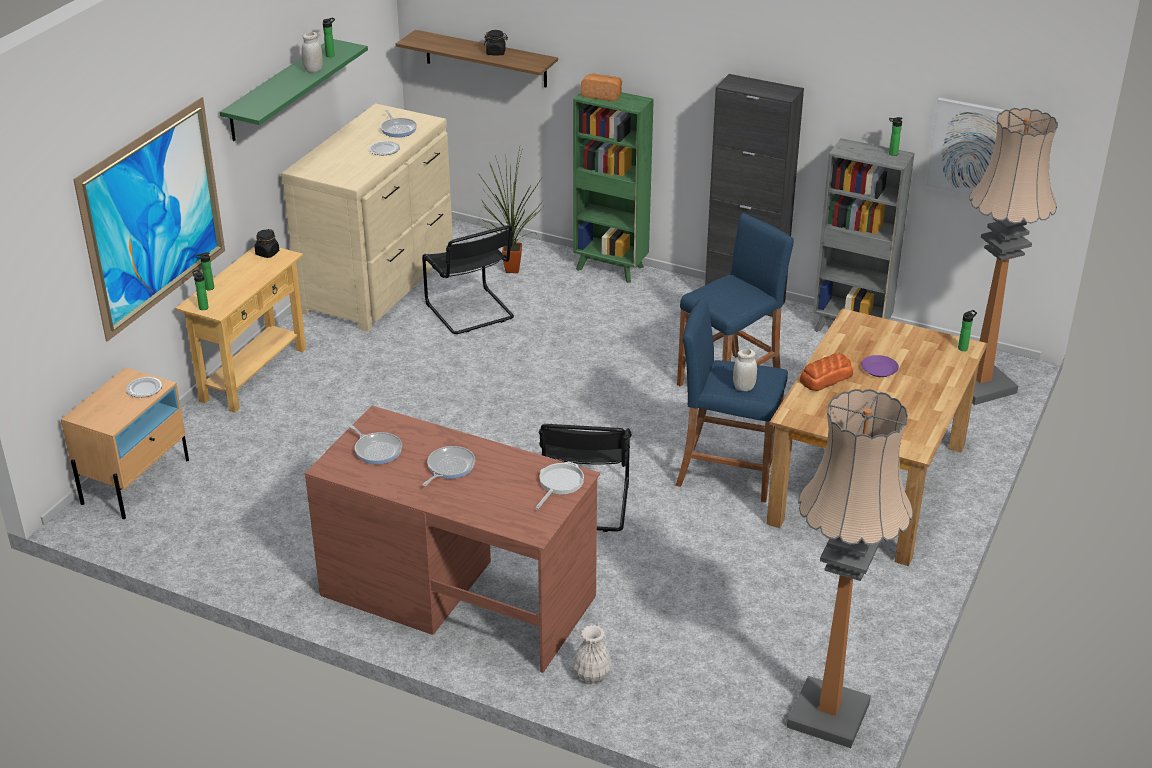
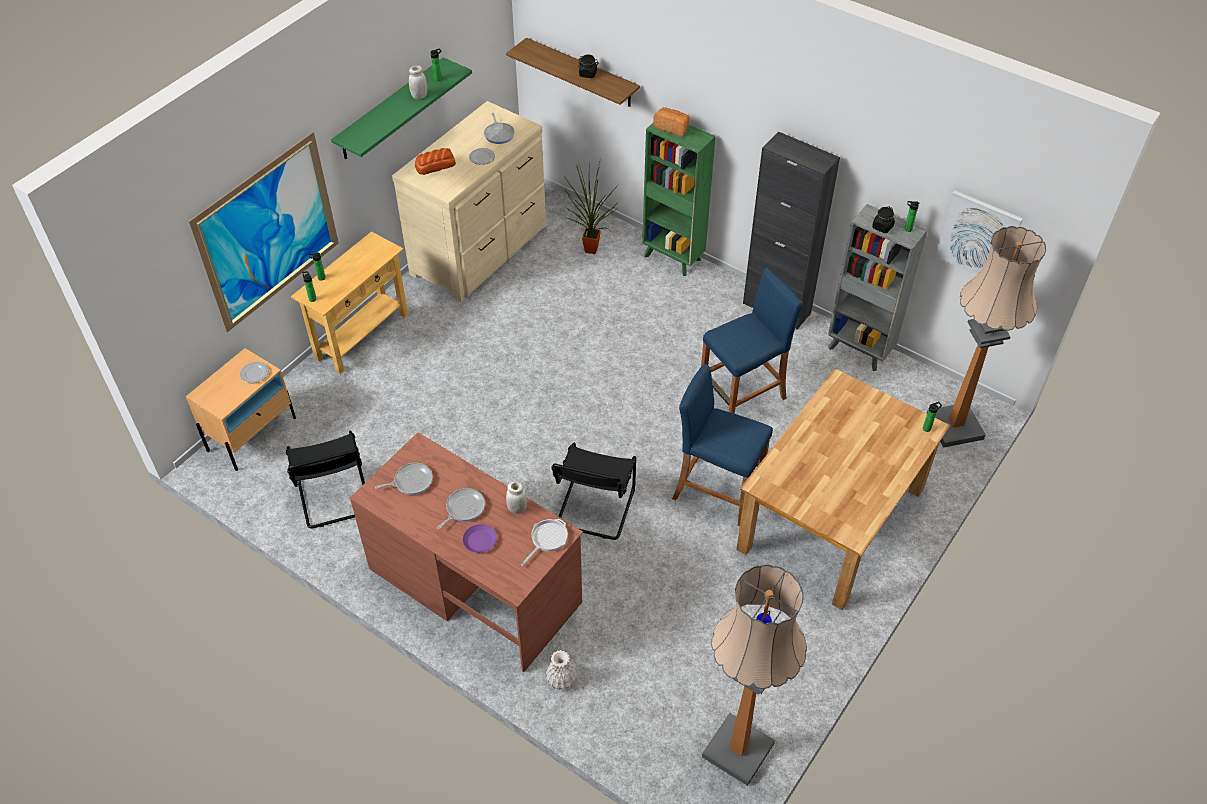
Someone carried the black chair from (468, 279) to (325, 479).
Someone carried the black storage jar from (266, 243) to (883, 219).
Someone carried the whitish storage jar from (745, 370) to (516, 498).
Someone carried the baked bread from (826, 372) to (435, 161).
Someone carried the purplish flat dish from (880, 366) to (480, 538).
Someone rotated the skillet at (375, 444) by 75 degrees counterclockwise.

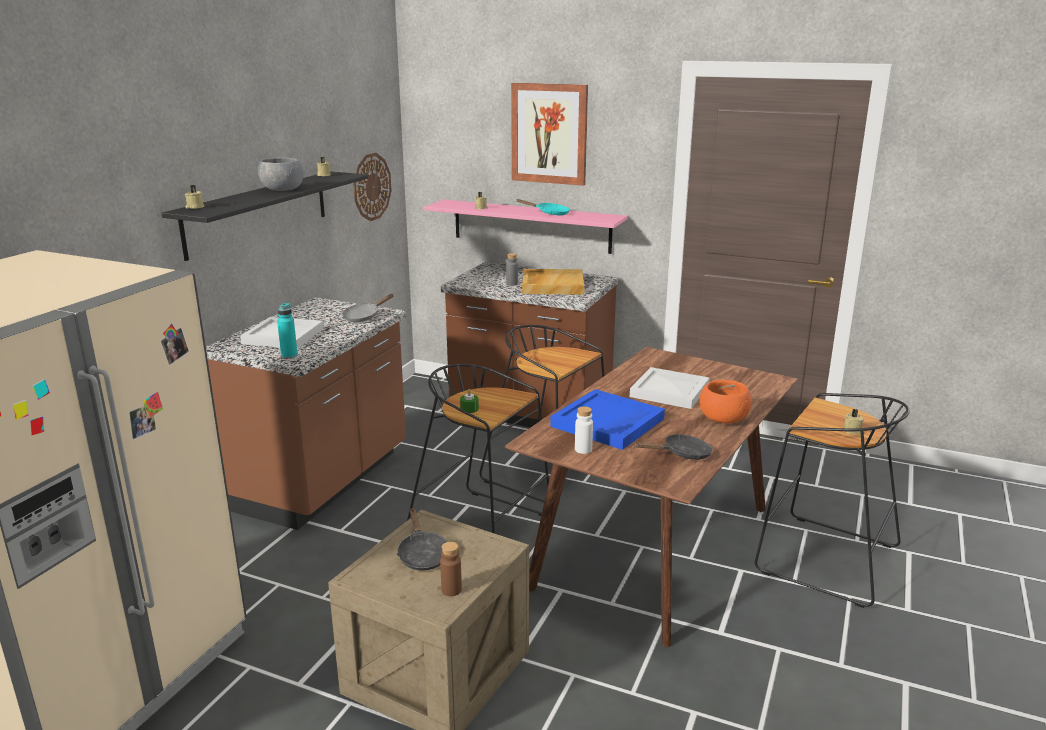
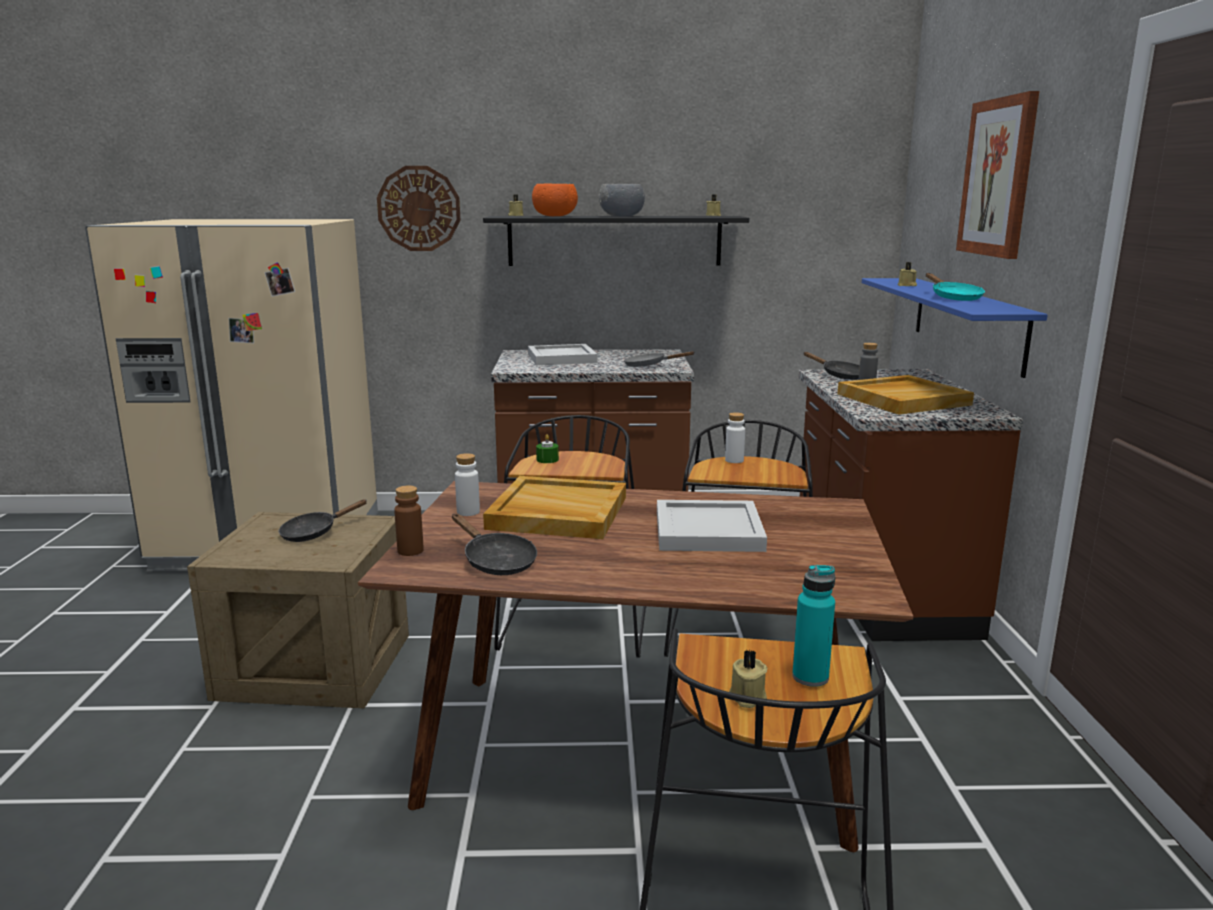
Someone carried the hanging clock from (372, 187) to (418, 208).
Someone repainted the pink-coloured shelf at (525, 227), which became the blue-coloured shelf at (955, 328).
Someone carried the turquoise-coloured bottle from (287, 331) to (813, 626).
Someone carried the orange-coloured serving bowl from (725, 401) to (555, 200).
Someone repainted the blue-coloured tray at (607, 419), which became the beige-coloured tray at (554, 507).
Someone carried the brown-coloured bottle from (451, 569) to (409, 520).
Someone put down the black skillet at (831, 366).
Someone put down the whitish bottle at (735, 437).

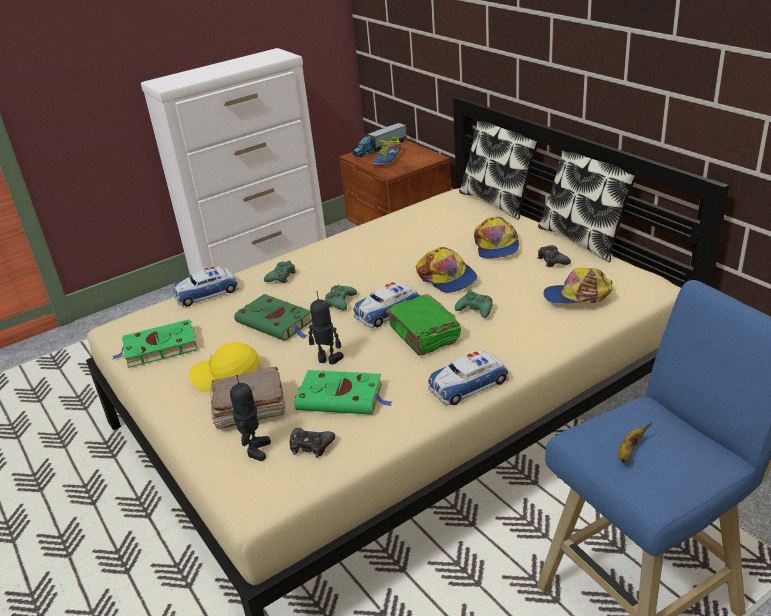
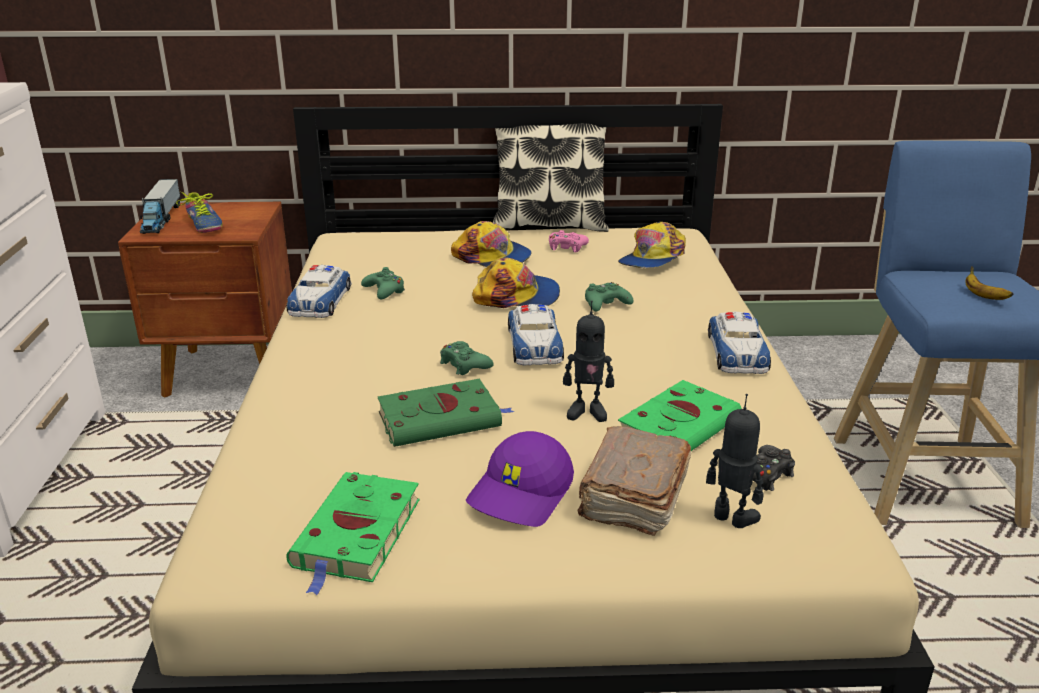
Someone took away the cushion at (499, 170).
Someone repainted the black joypad at (554, 256), which became the pink-coloured joypad at (569, 241).
Someone carried the green-coloured joypad from (280, 272) to (383, 283).
Someone carried the miniature car from (205, 287) to (319, 291).
Someone rotated the robot figure at (326, 328) by 135 degrees counterclockwise.
Someone took away the green-coloured volume at (423, 324).
Someone repainted the yellow peaked cap at (224, 367), which became the purplish peaked cap at (520, 479).

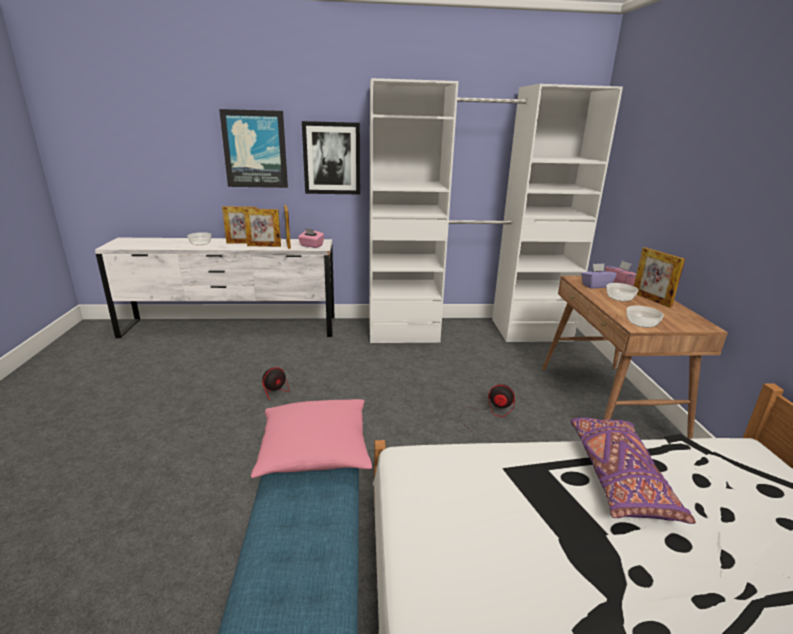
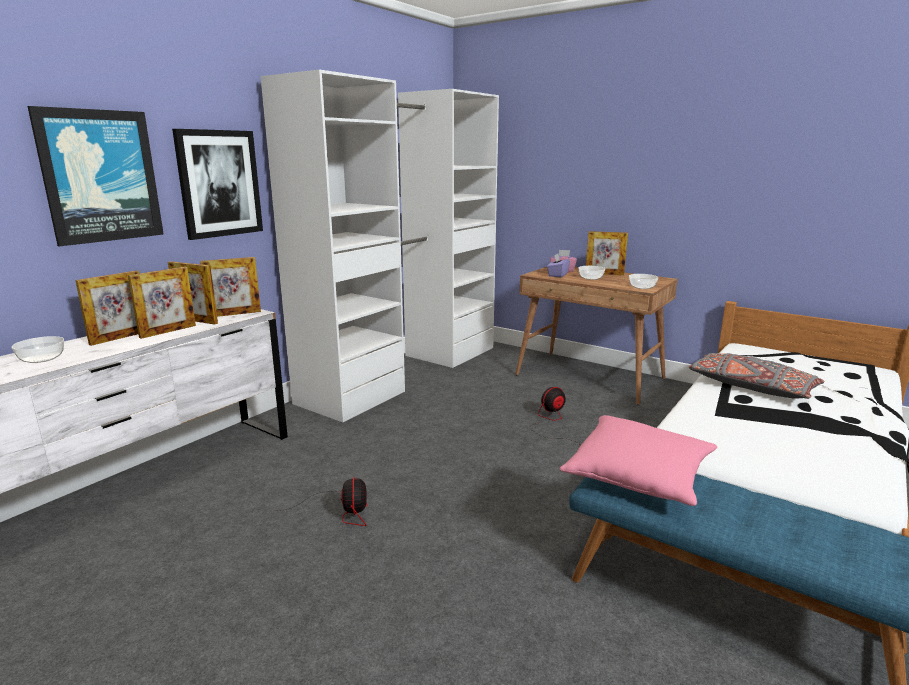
Someone swapped the pink-coloured tissue box at (311, 238) for the picture frame at (230, 287).
Someone repainted the purplish cushion at (633, 471), which became the grey cushion at (757, 376).

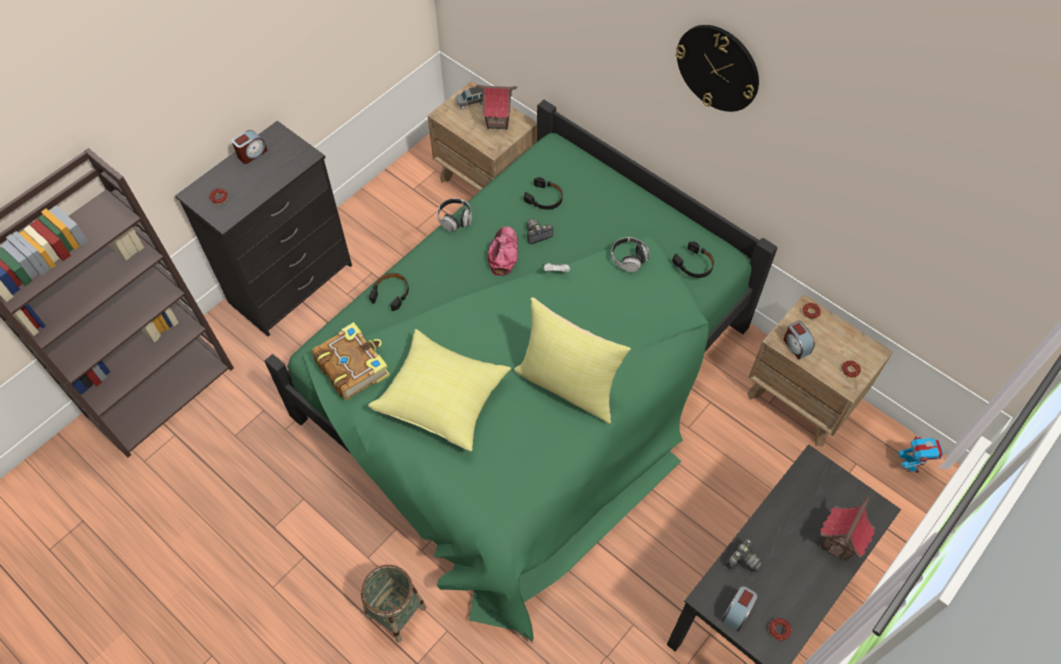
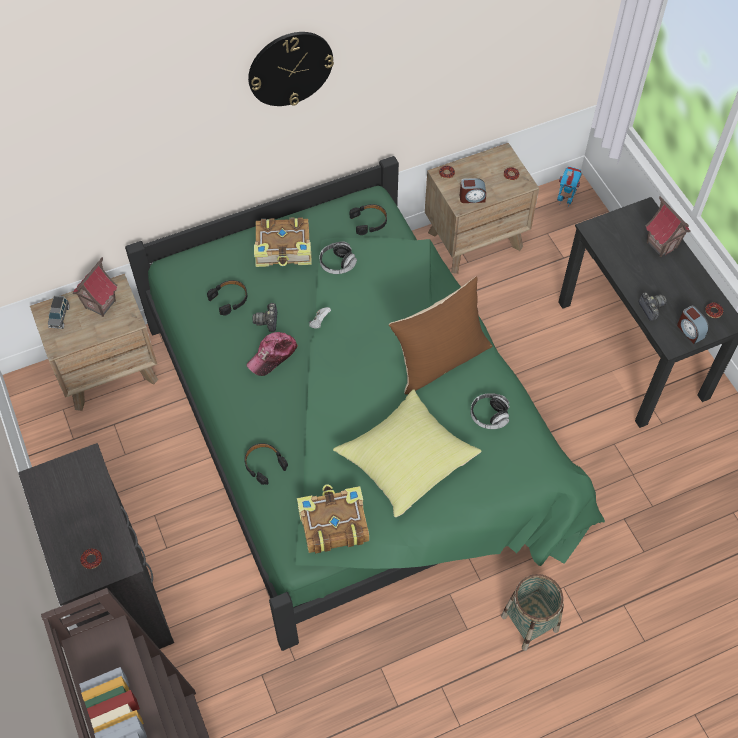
Someone took away the bedside clock at (250, 147).
Someone carried the headset from (454, 215) to (489, 411).
Someone rotated the peaked cap at (503, 251) by 75 degrees counterclockwise.
Someone repainted the yellow cushion at (572, 361), which became the brown-coloured cushion at (440, 335).
Someone put down the volume at (283, 242).

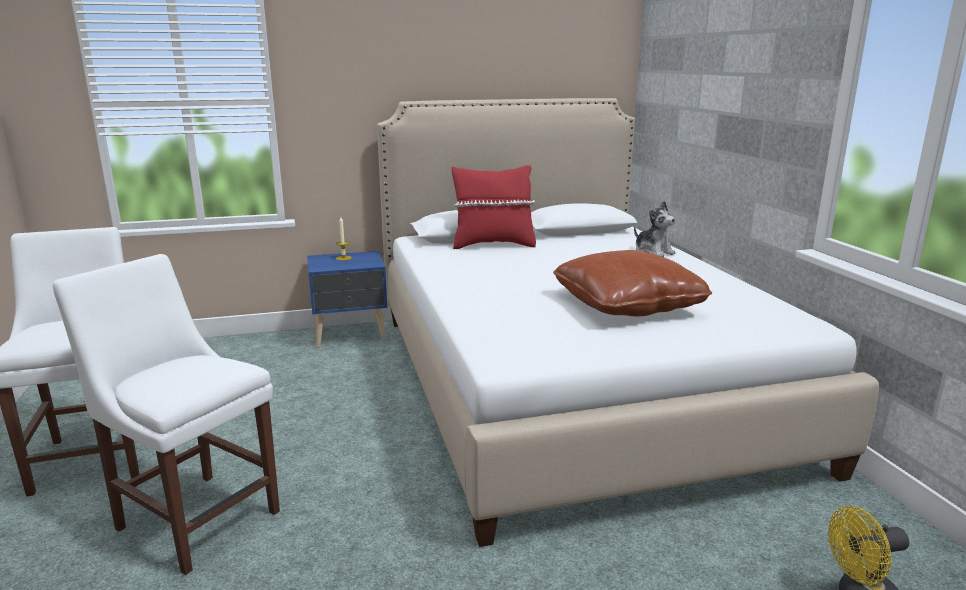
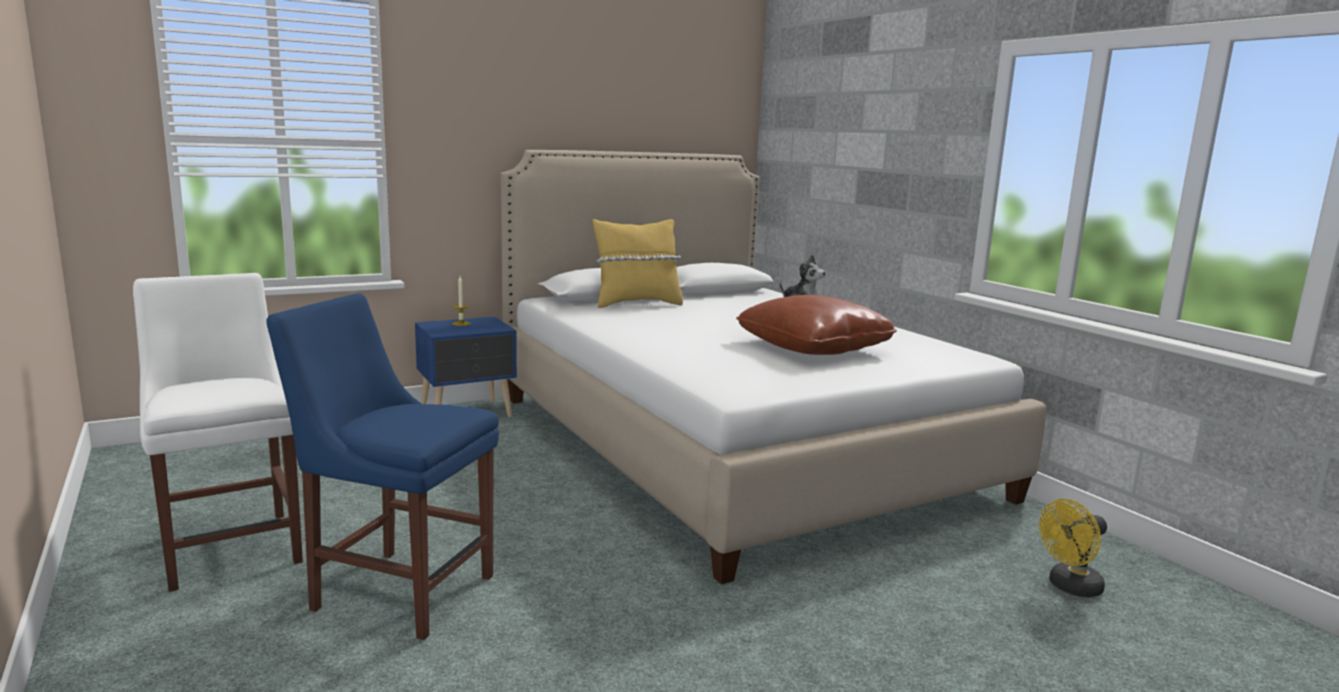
Someone repainted the red-coloured cushion at (494, 207), which became the yellow cushion at (638, 263).
Someone repainted the whitish chair at (166, 414), which became the blue-coloured chair at (382, 467).

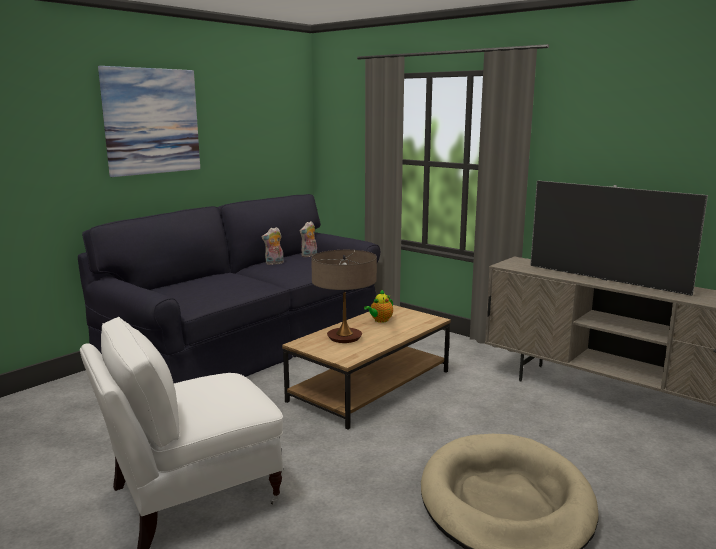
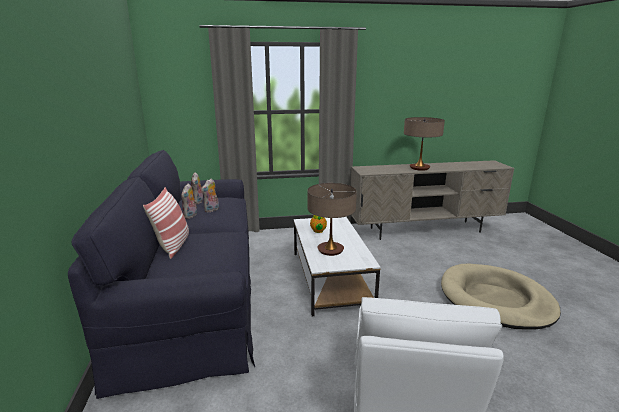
Someone took away the picture at (149, 121).
Someone swapped the TV at (619, 238) for the tabletop lamp at (424, 144).
Someone repainted the brown-coloured lounge table at (366, 367), which became the whitish lounge table at (337, 266).
Someone put down the cuddly toy at (210, 195).
Someone put down the cushion at (166, 223).

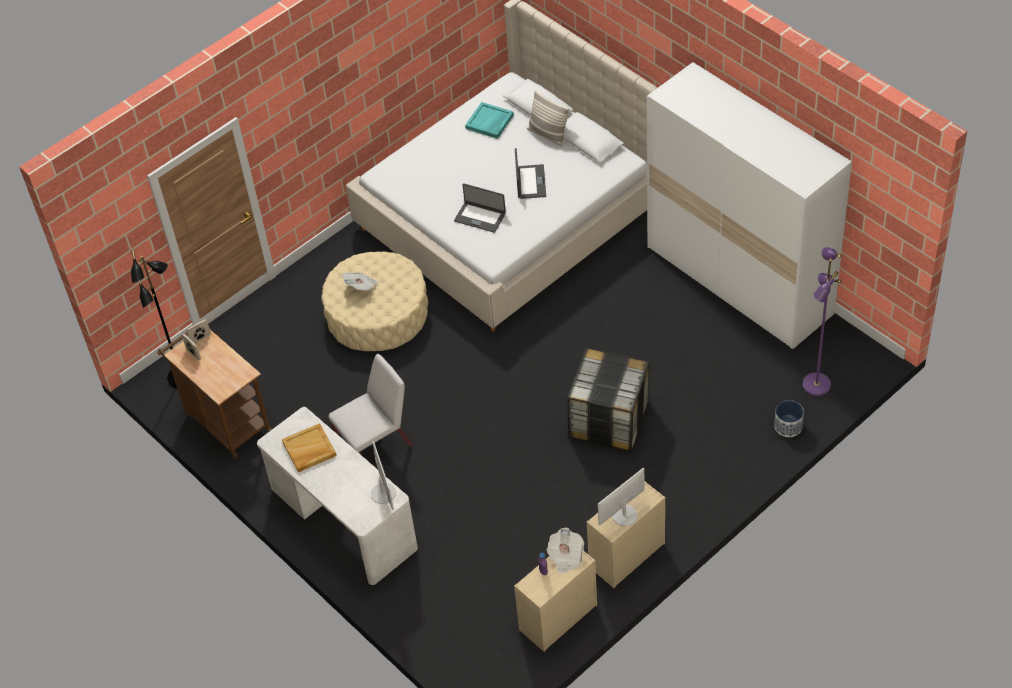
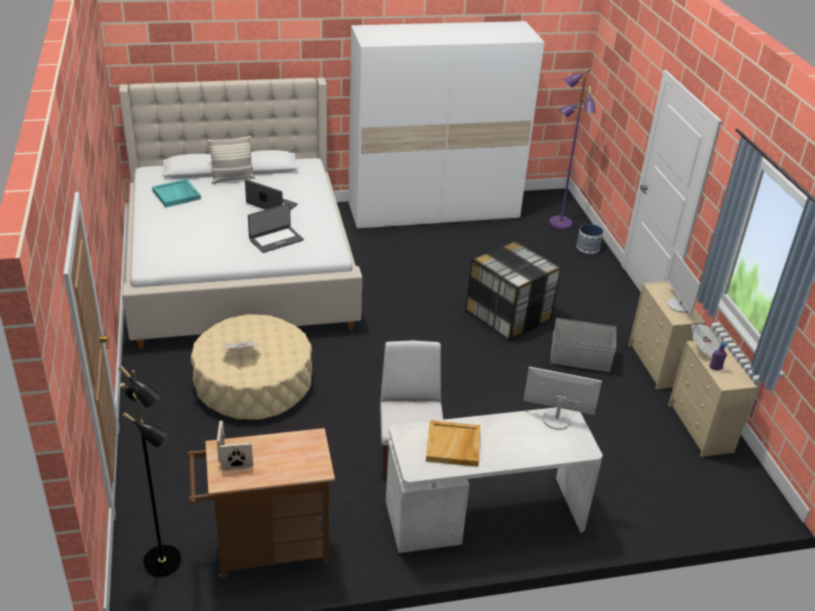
Someone put down the grey storage bin at (583, 345).

